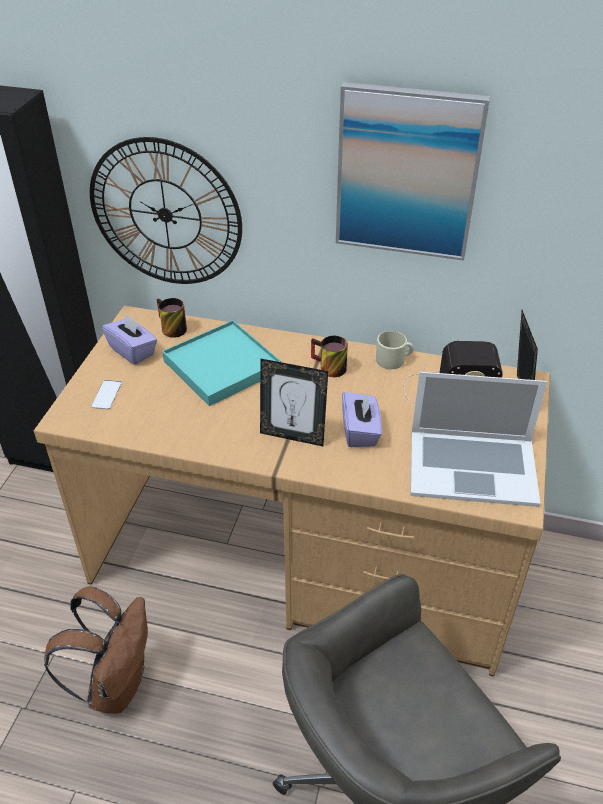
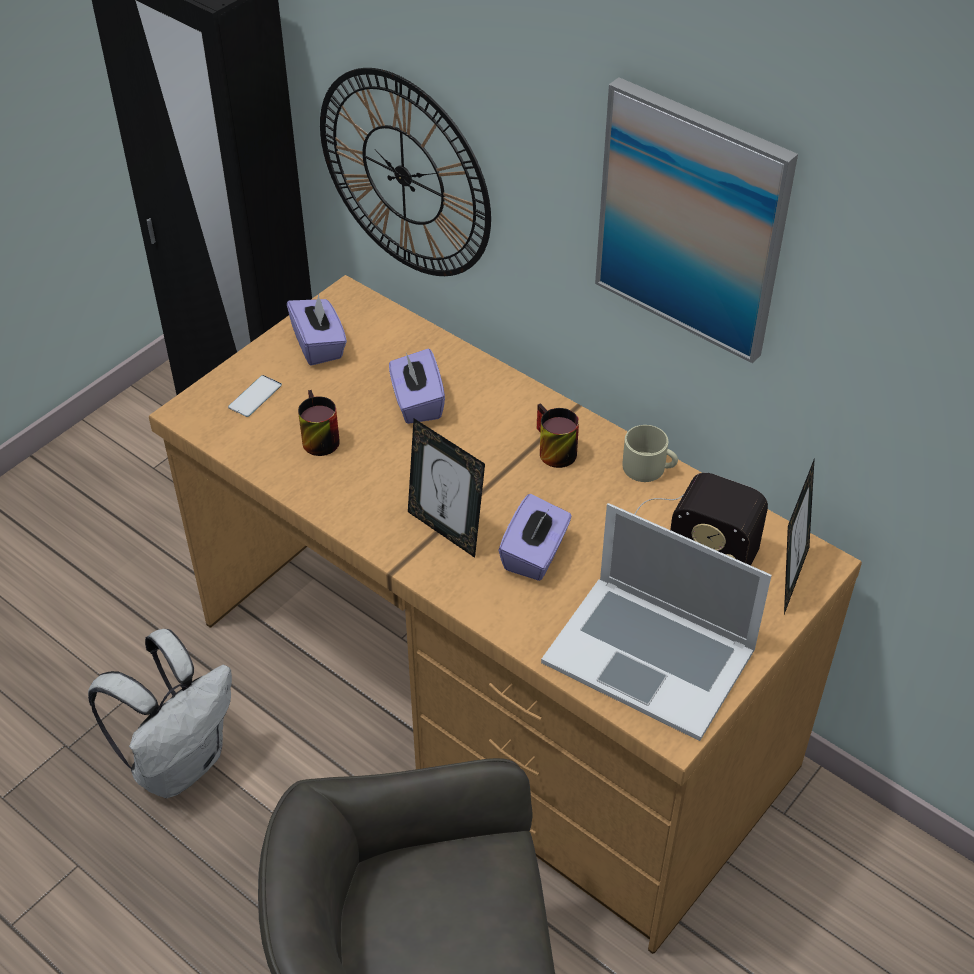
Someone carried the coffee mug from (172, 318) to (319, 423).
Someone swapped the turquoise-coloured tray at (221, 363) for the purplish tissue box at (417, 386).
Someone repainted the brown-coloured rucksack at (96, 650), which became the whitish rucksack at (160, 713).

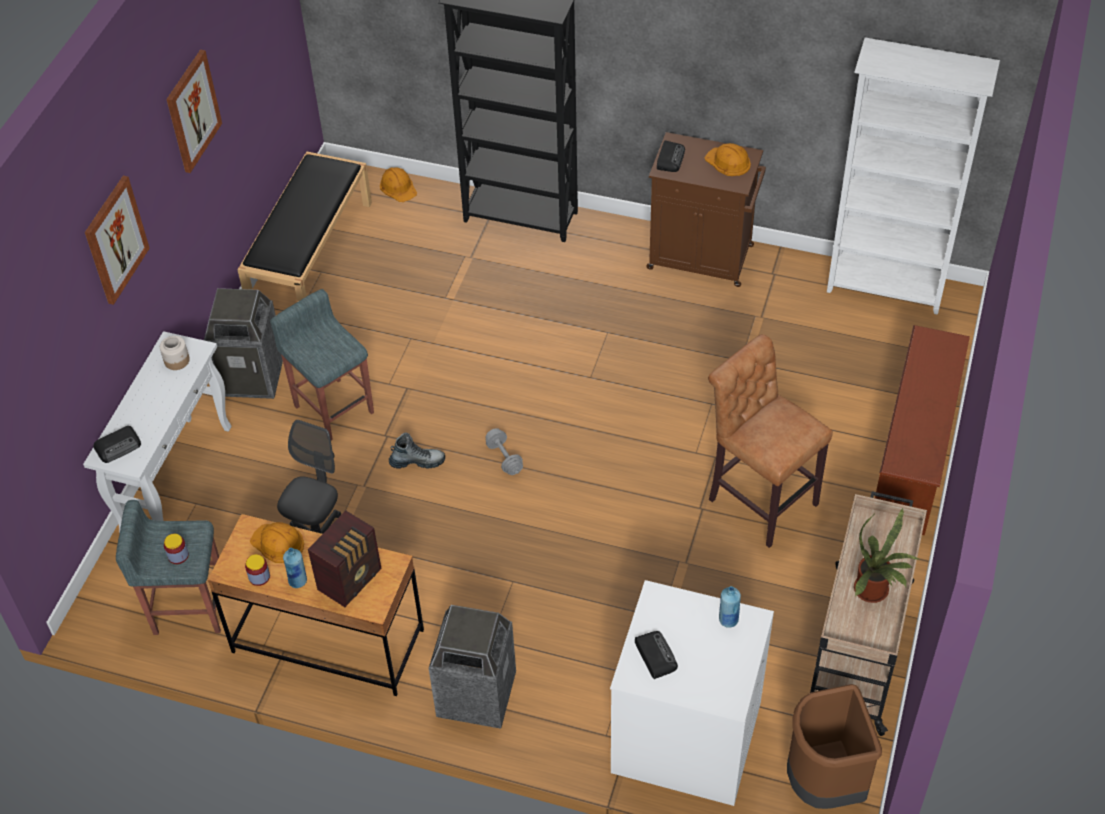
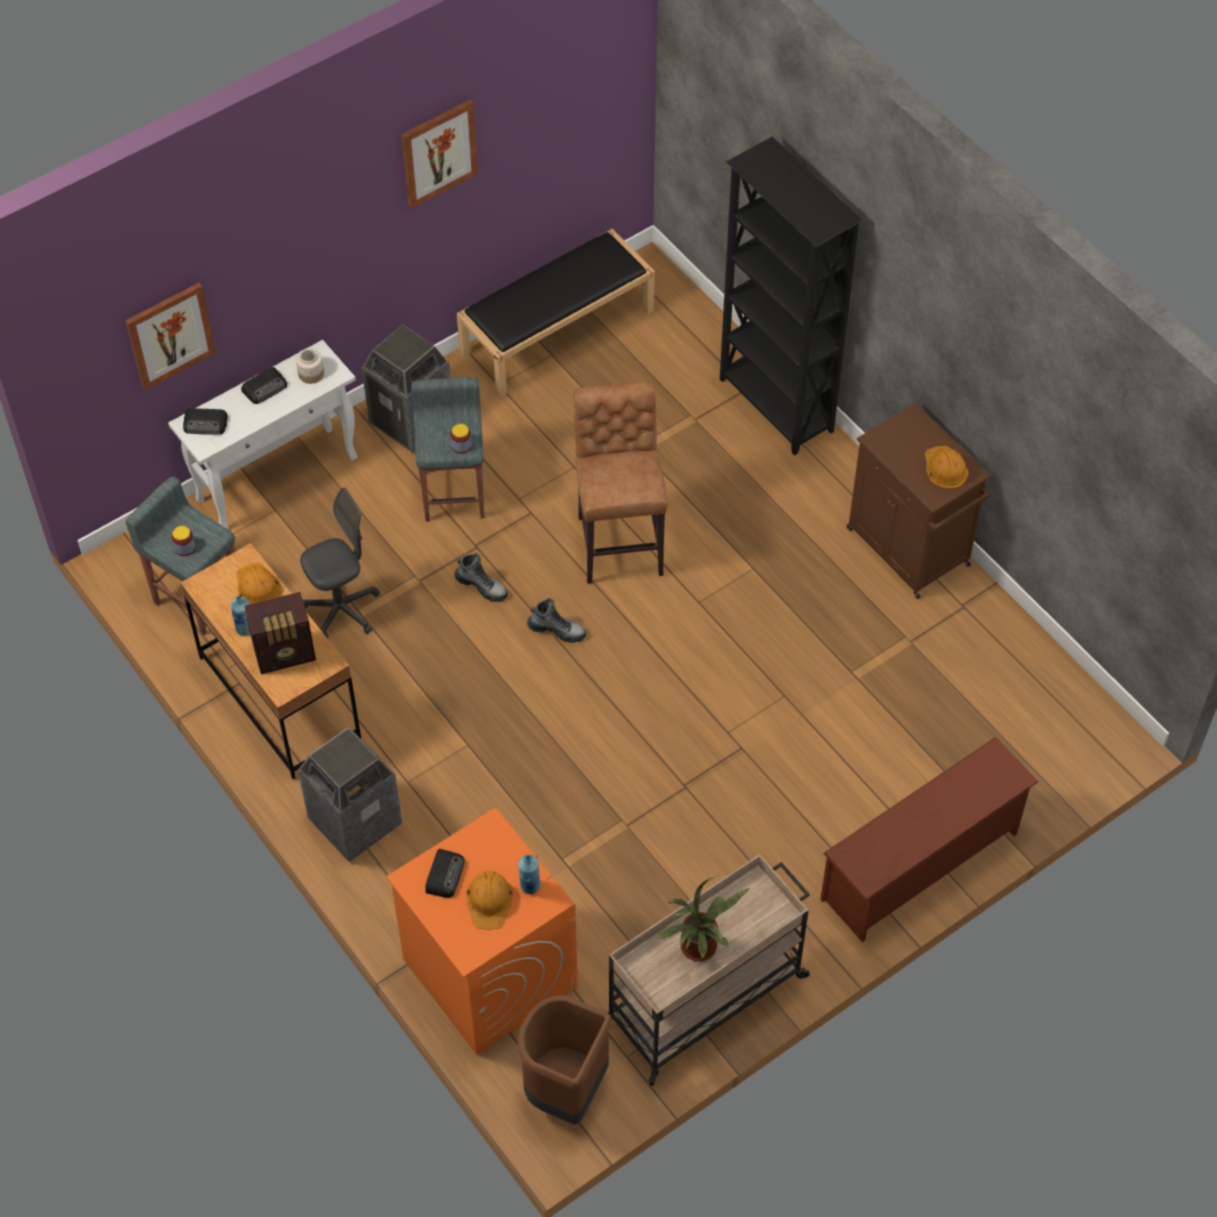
Someone took away the whitish bookshelf at (913, 176).
Someone carried the radio set from (671, 156) to (264, 385).
Someone carried the orange-coloured safety helmet from (398, 184) to (490, 900).
Someone carried the picture from (117, 240) to (171, 336).
Someone carried the brown-coloured stool from (770, 441) to (620, 482).
Someone swapped the grey free weight at (504, 451) for the tall boot at (556, 620).
Someone carried the storage jar from (257, 570) to (461, 439).
Someone repainted the whitish laundry appliance at (692, 693), which became the orange-coloured laundry appliance at (482, 931).

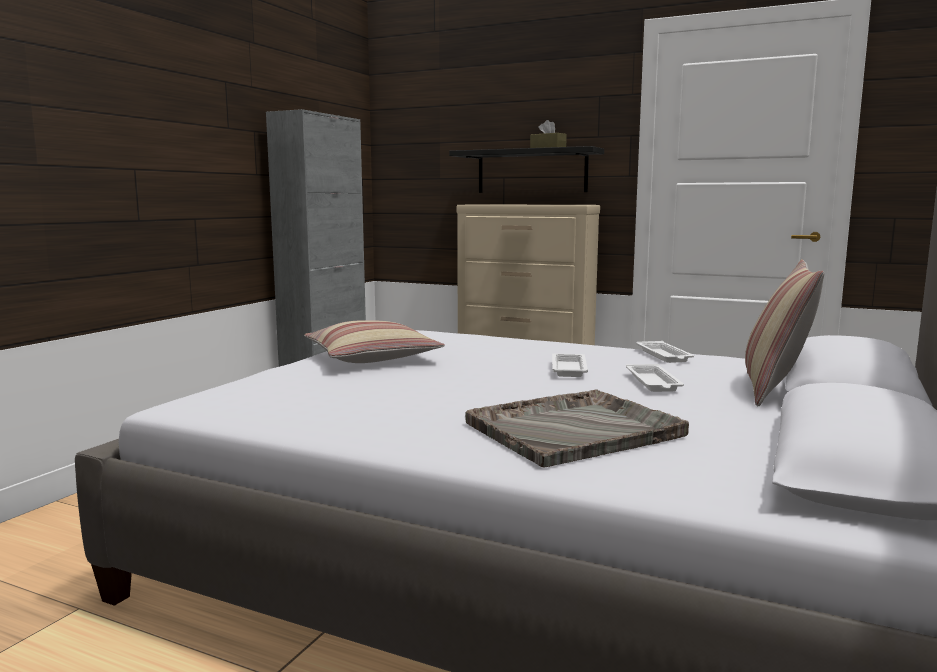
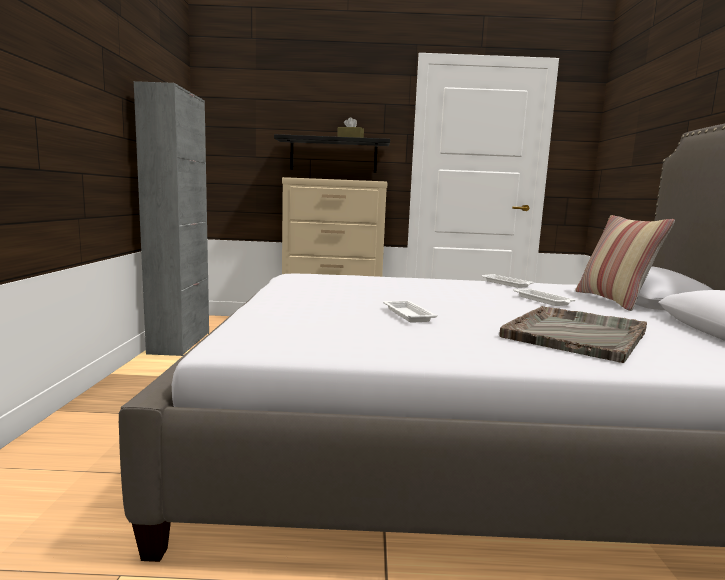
Someone took away the cushion at (374, 341).
Someone carried the whitish tray from (570, 365) to (410, 312).

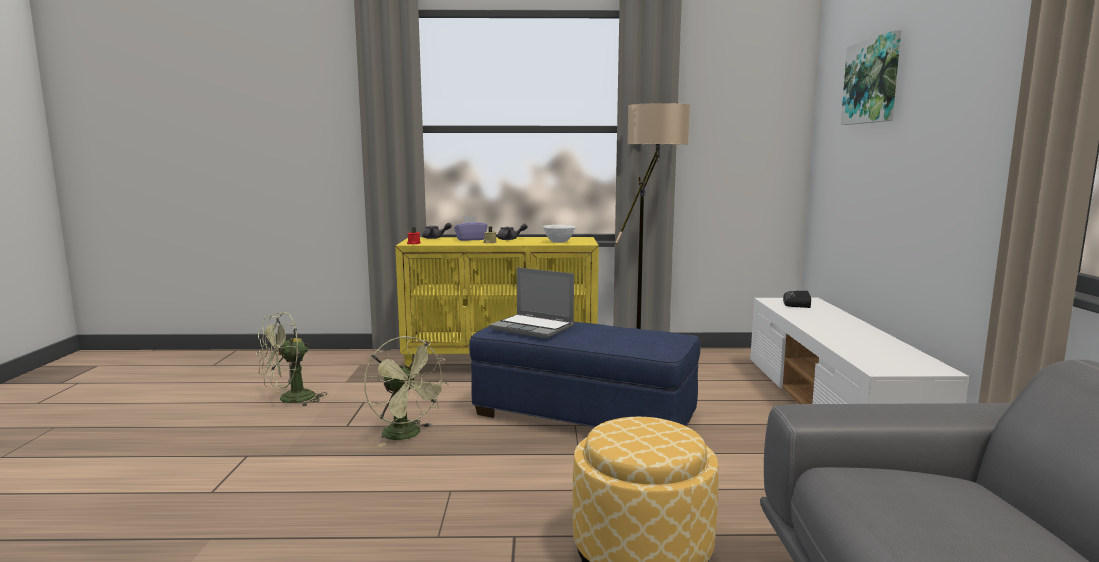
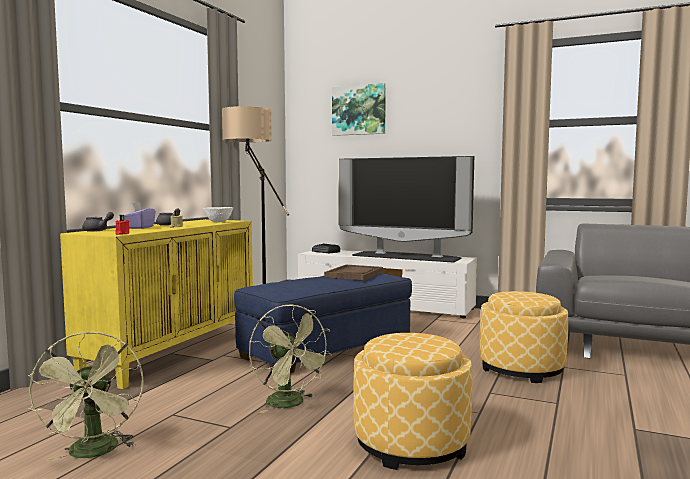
Someone took away the laptop at (531, 302).
Someone rotated the green-coloured electric fan at (406, 391) by 75 degrees clockwise.
Someone put down the TV at (406, 209).
Someone put down the brown-coloured tray at (353, 272).
Someone put down the ottoman at (412, 401).

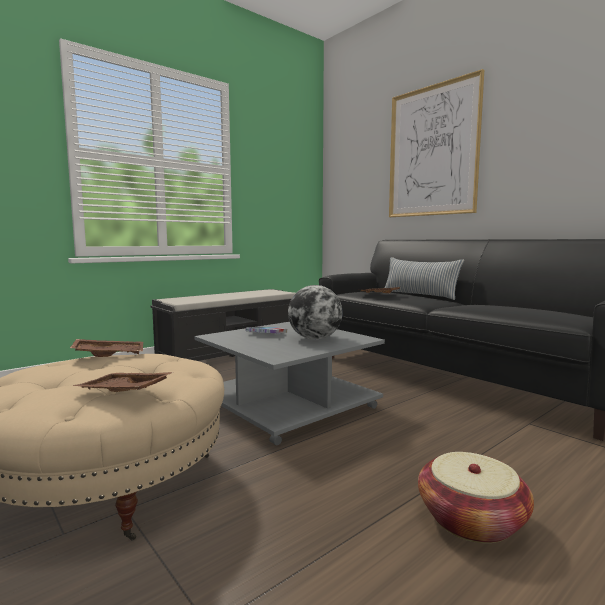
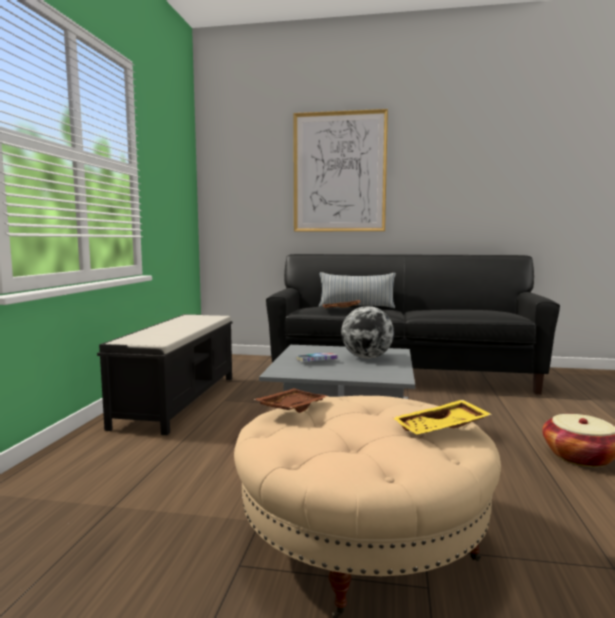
Someone repainted the brown-coloured tray at (123, 382), which became the yellow tray at (443, 417).

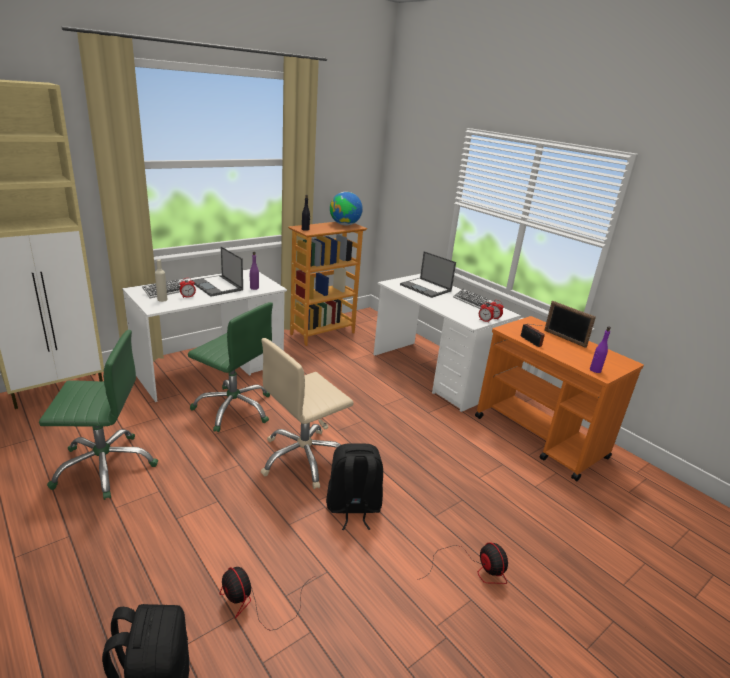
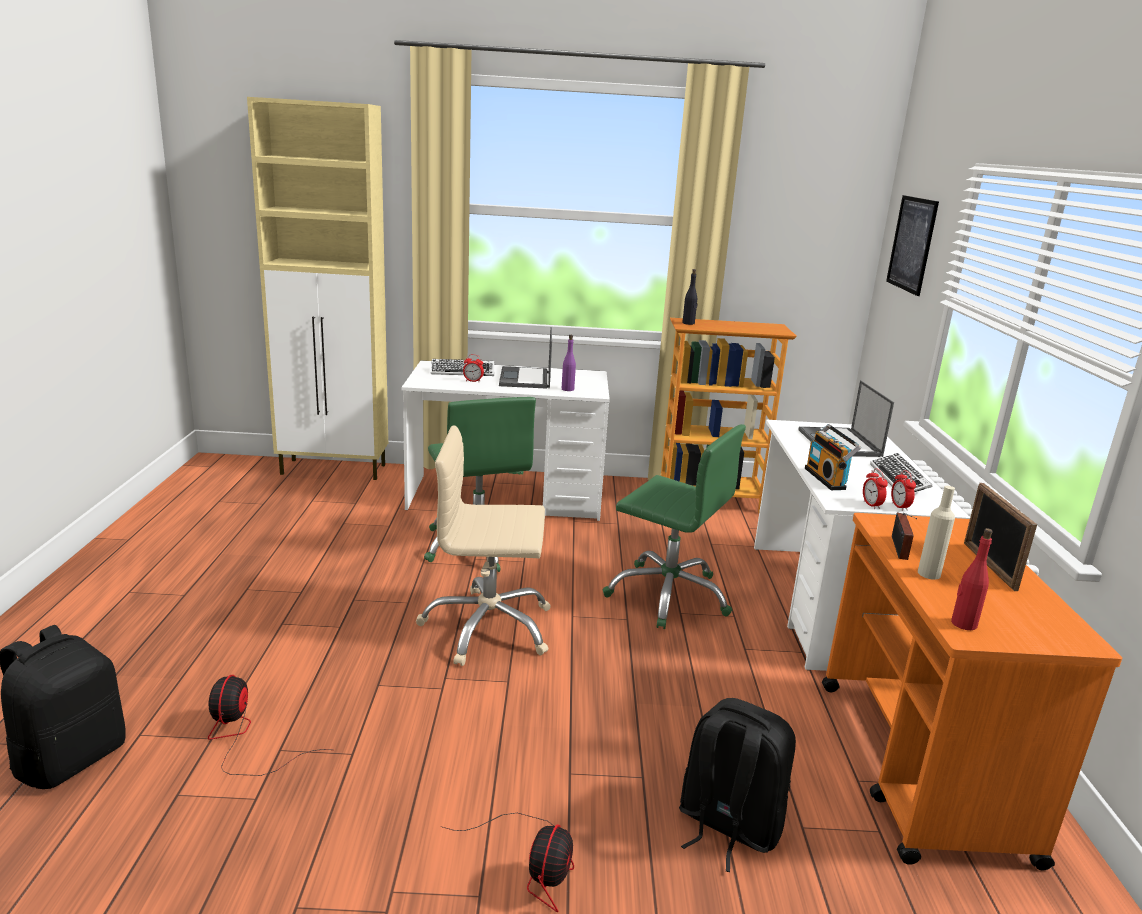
Someone took away the desk globe at (346, 208).
Someone carried the beige-coloured bottle from (161, 280) to (936, 533).
Someone repainted the purplish bottle at (600, 350), which became the red-coloured bottle at (972, 579).
Someone carried the green-coloured computer chair from (98, 415) to (674, 526).
Someone carried the black rucksack from (354, 486) to (737, 785).
Someone put up the picture at (912, 245).
Someone put down the radio set at (833, 457).

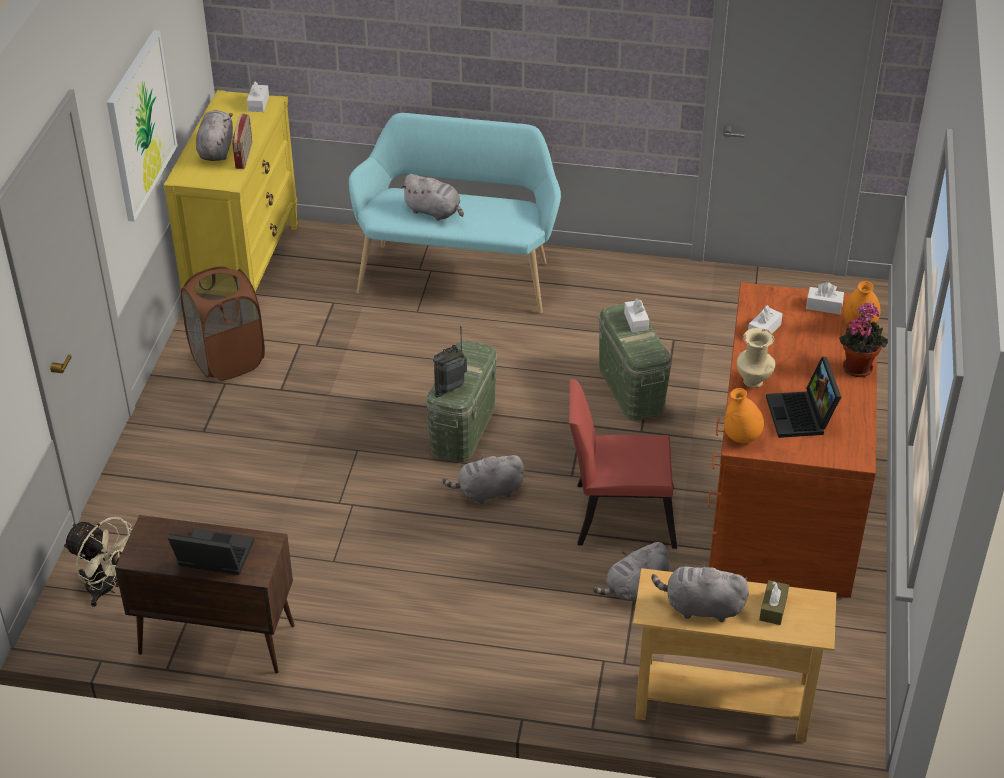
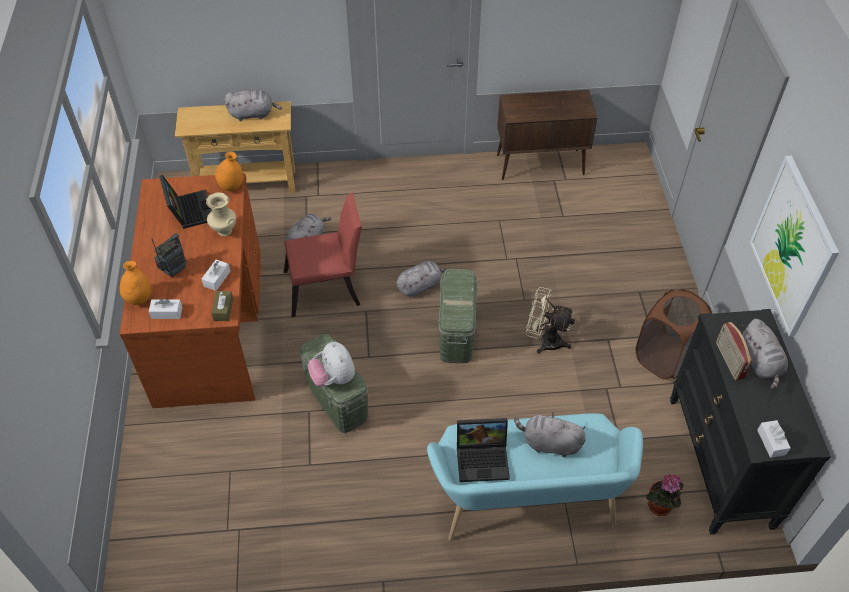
Someone repainted the yellow dresser at (231, 191), which became the black dresser at (750, 421).
Someone swapped the whitish tissue box at (636, 315) for the cuddly toy at (331, 364).
Someone carried the potted plant from (863, 339) to (665, 495).
Someone carried the radio set from (450, 362) to (169, 255).
Someone carried the beige-coloured electric fan from (97, 562) to (550, 320).
Someone carried the laptop from (211, 552) to (483, 450).
Someone carried the brown-coloured tissue box from (774, 602) to (222, 306).

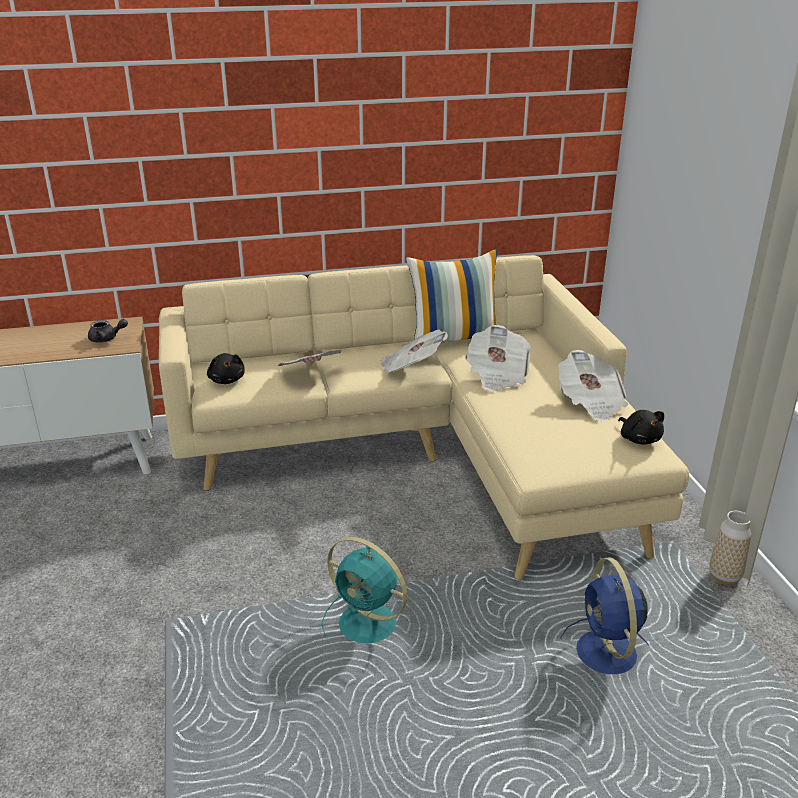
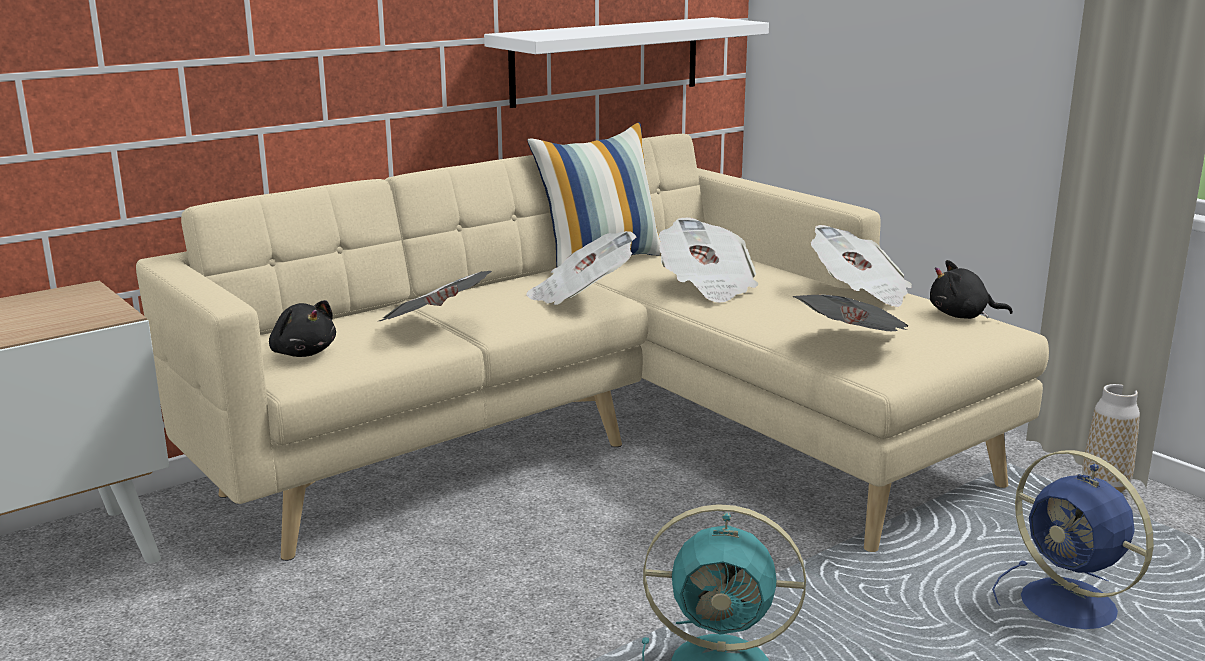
Someone took away the grey pot for tea at (108, 330).
Someone rotated the black cuddly toy at (641, 427) by 150 degrees clockwise.
Someone put up the whitish shelf at (626, 62).
Someone put down the printed paper at (850, 313).

